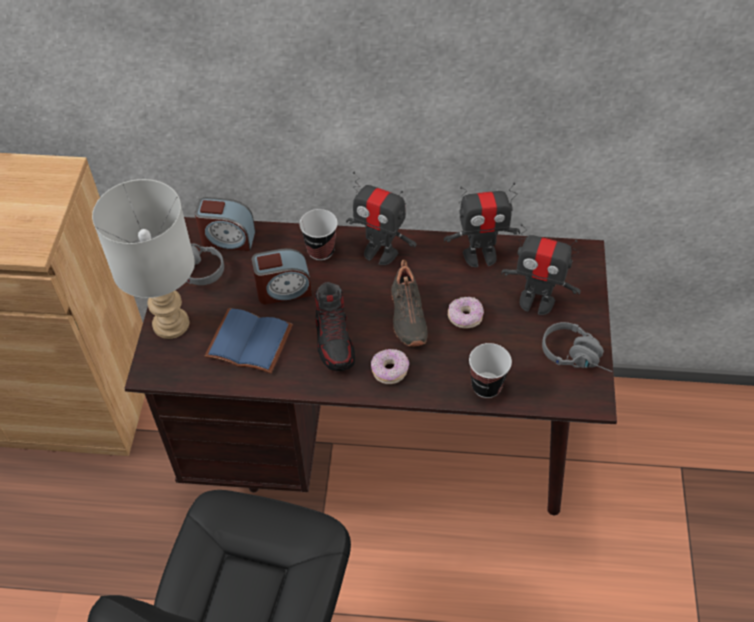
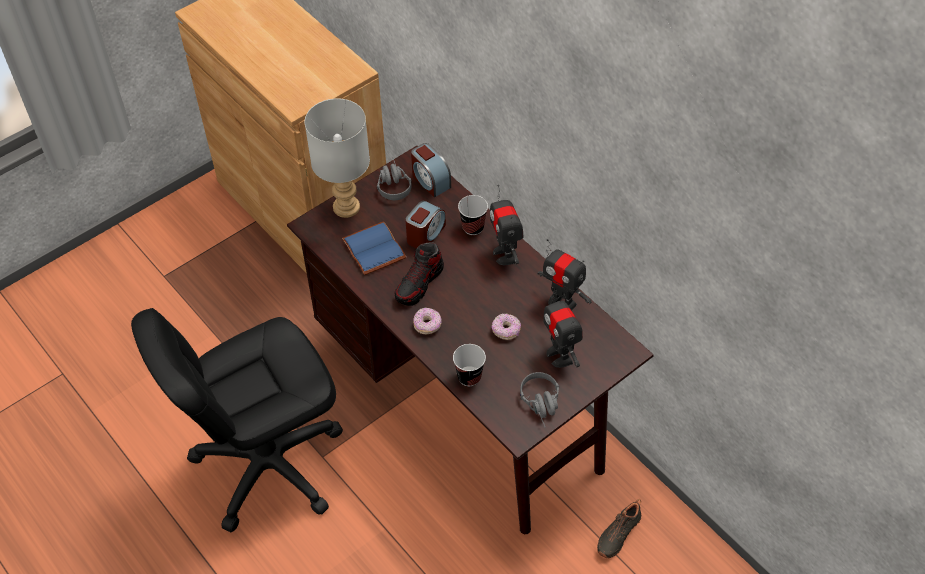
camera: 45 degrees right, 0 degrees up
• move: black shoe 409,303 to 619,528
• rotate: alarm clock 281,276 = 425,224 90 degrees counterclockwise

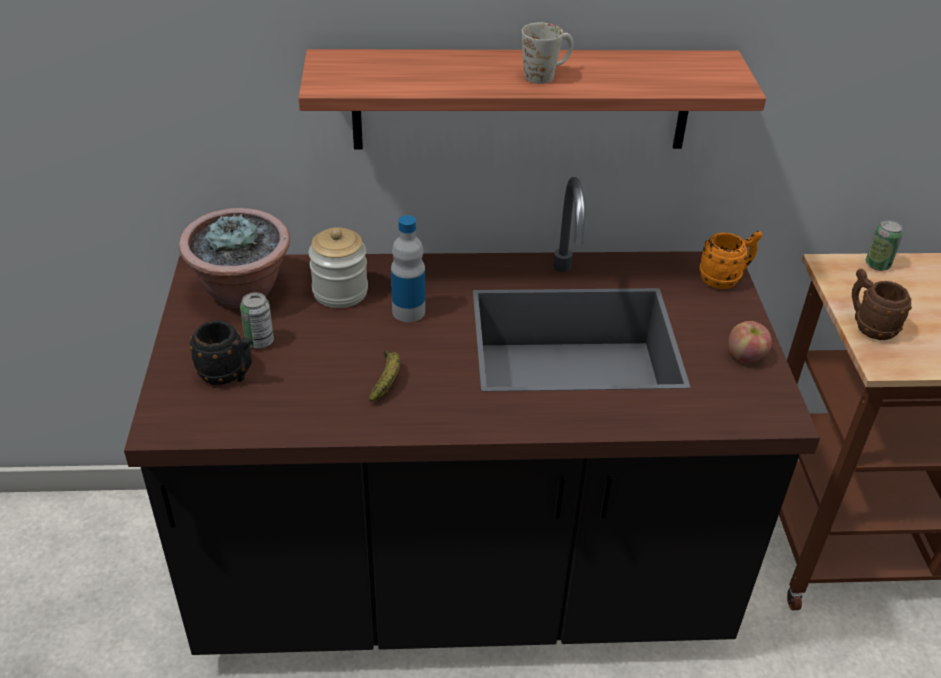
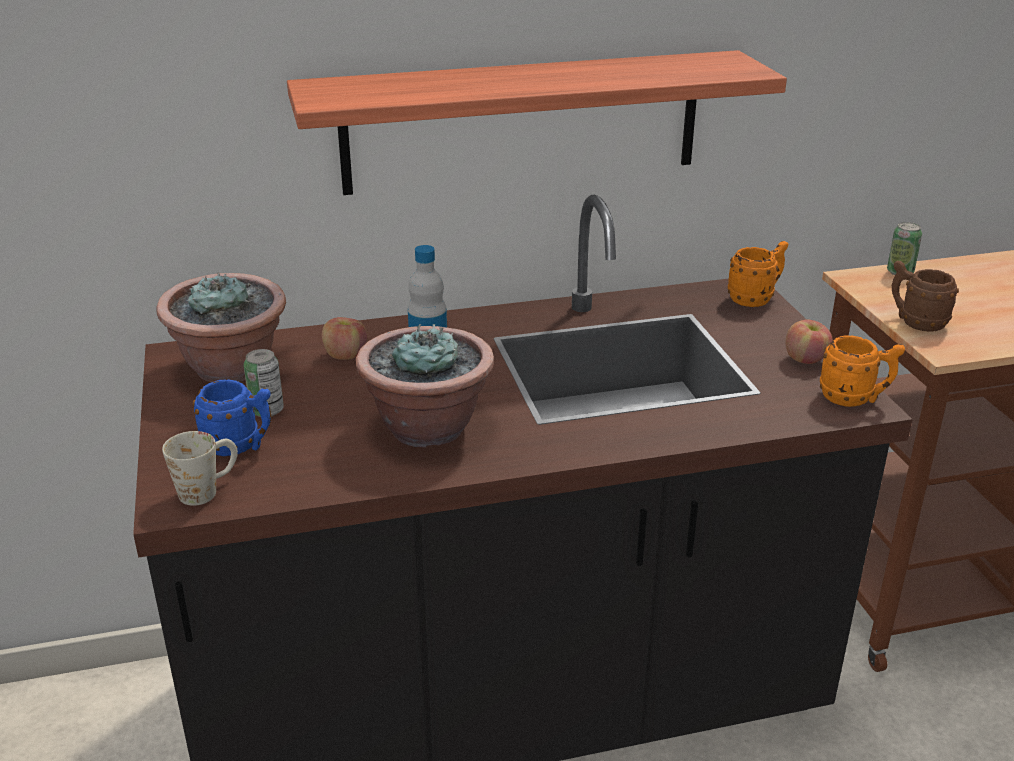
camera: 10 degrees left, 10 degrees down
• insert: orange mug 862,371
• move: white mug 548,53 to 200,468
• replace: jar 338,267 to apple 344,338
• replace: banana 384,376 to potted plant 425,386
• recolor: black mug 221,352 to blue mug 232,417

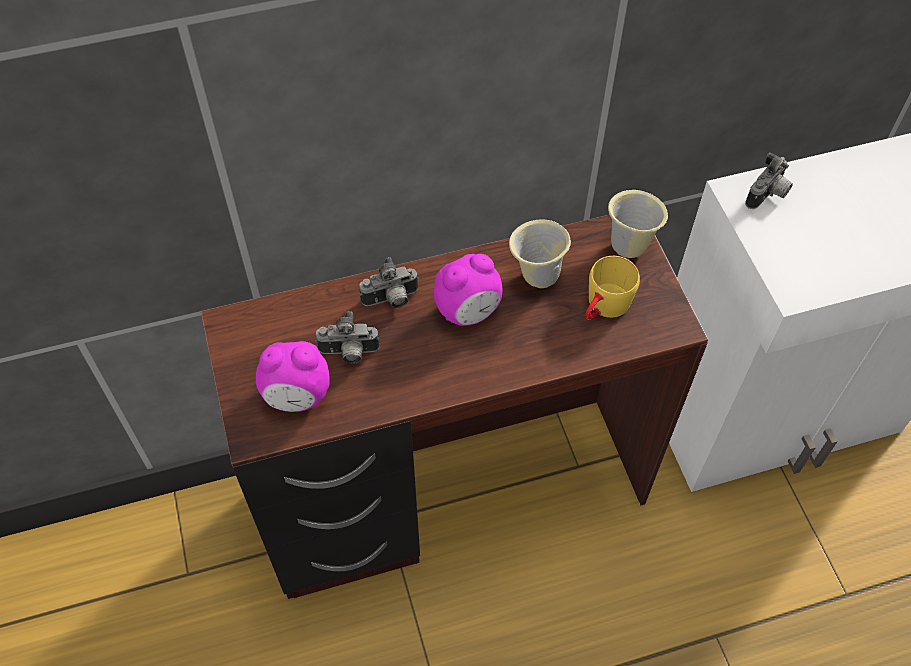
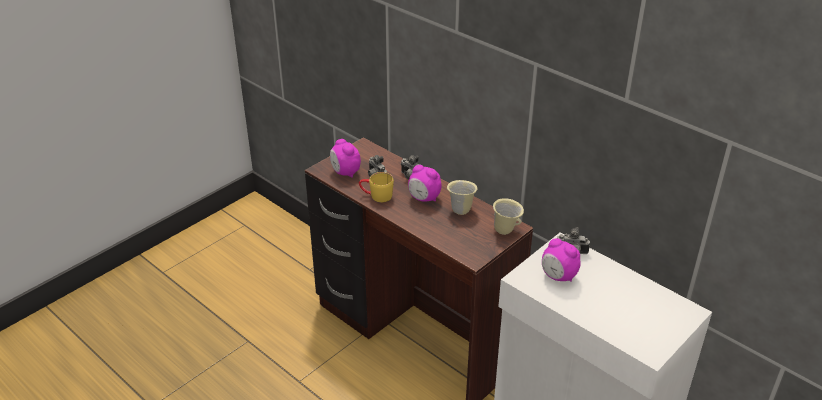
camera: 60 degrees right, 20 degrees down
• insert: alarm clock 561,260
• move: yellow mug 612,288 to 376,187

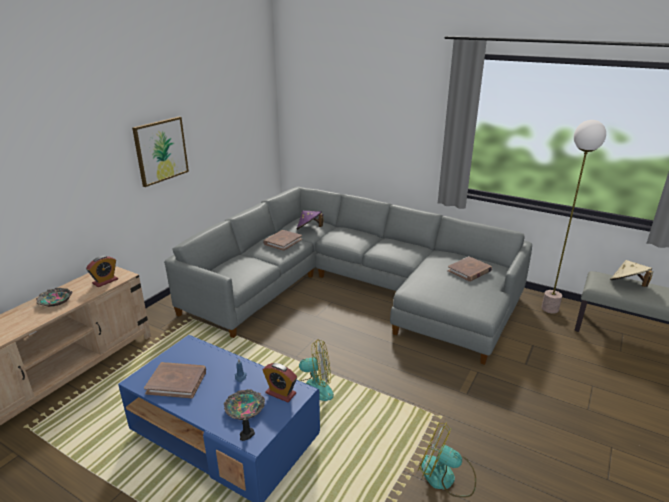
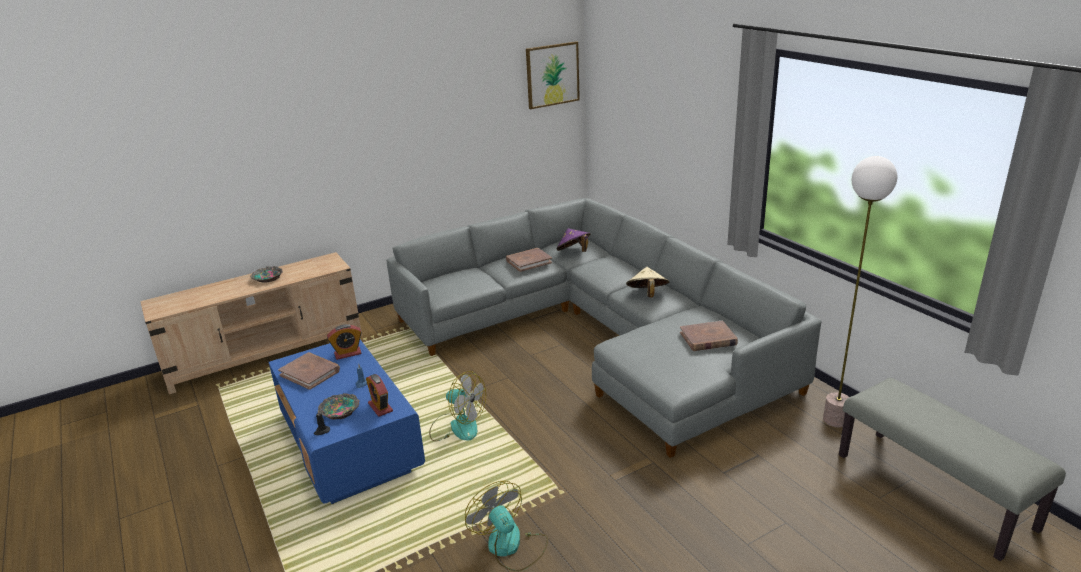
camera: 30 degrees right, 0 degrees up
• move: alarm clock 102,271 to 344,342
• move: picture 160,152 to 553,75
• move: beige hat 631,273 to 647,282

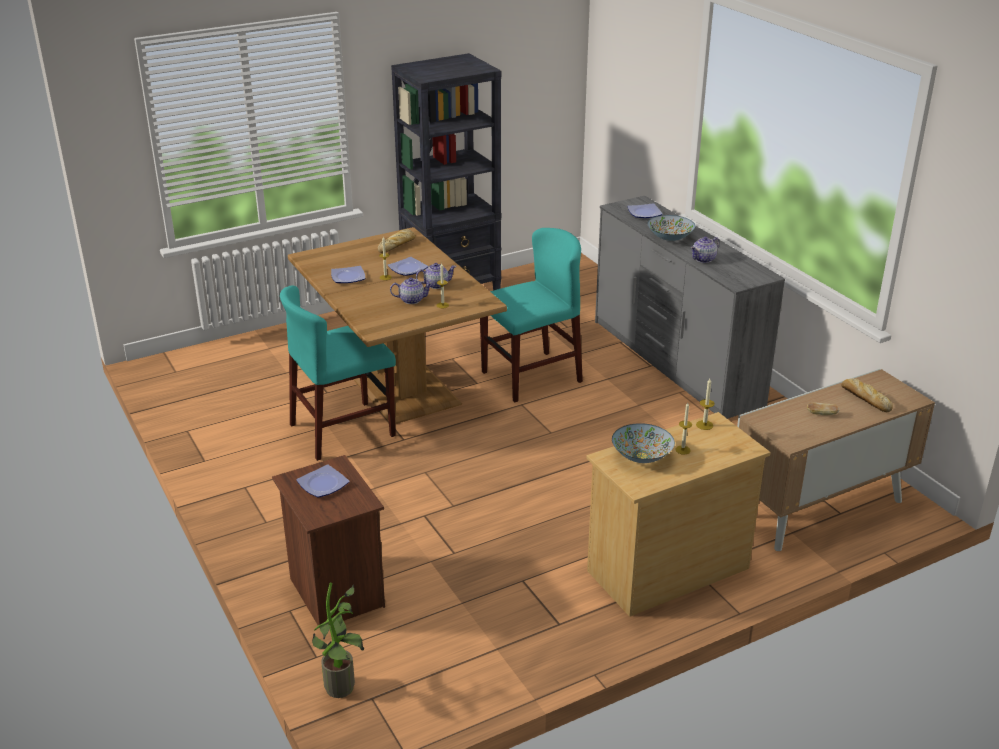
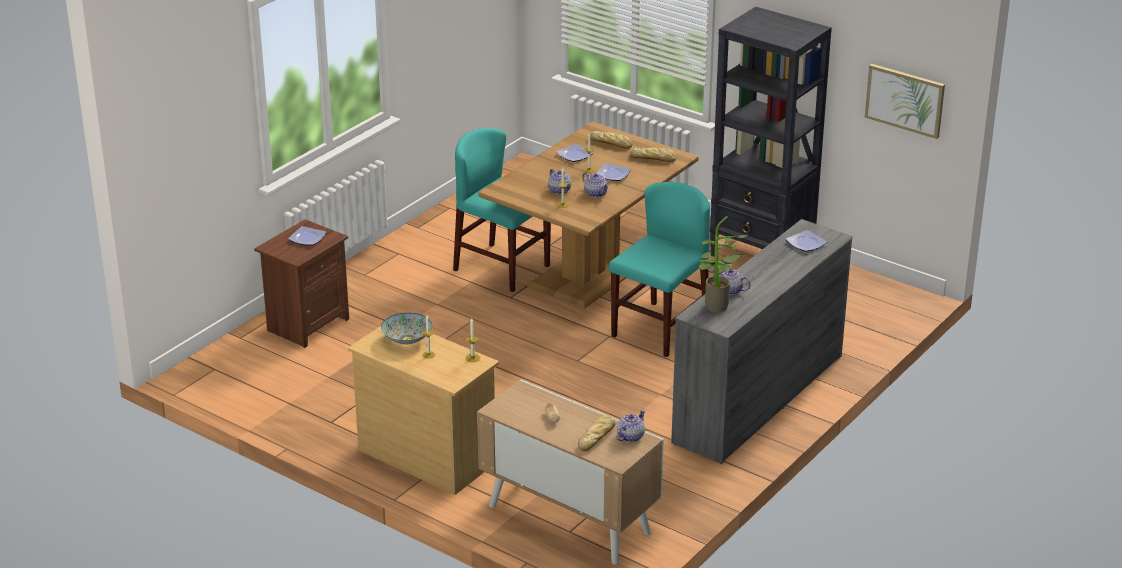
camera: 65 degrees right, 0 degrees up
• delete: bowl 671,228
• insert: bread 611,139
• insert: teapot 630,426
• insert: picture 905,101
• move: potted plant 338,640 to 724,264
• rotate: turquoise chair 531,315 = 659,269 90 degrees counterclockwise

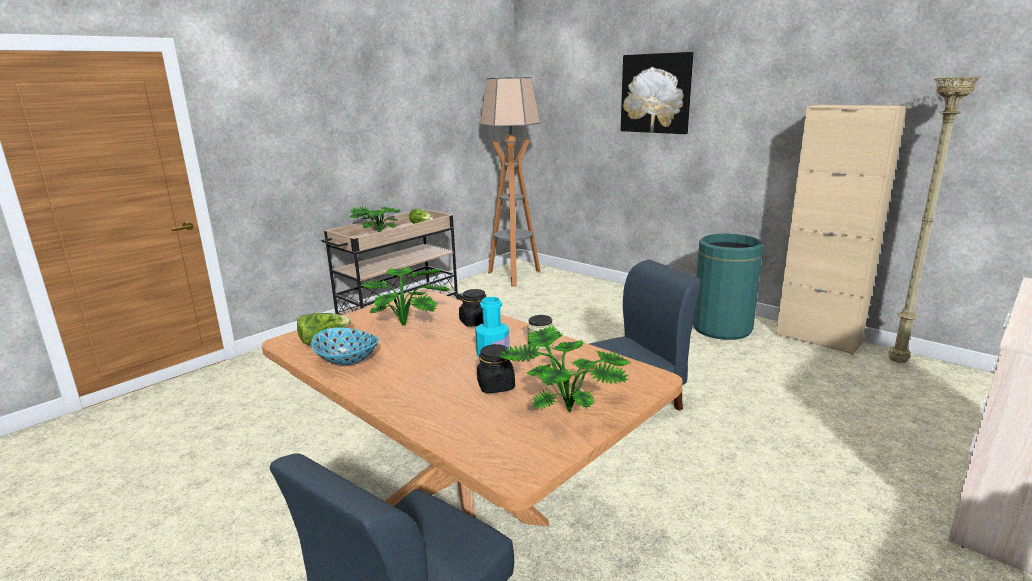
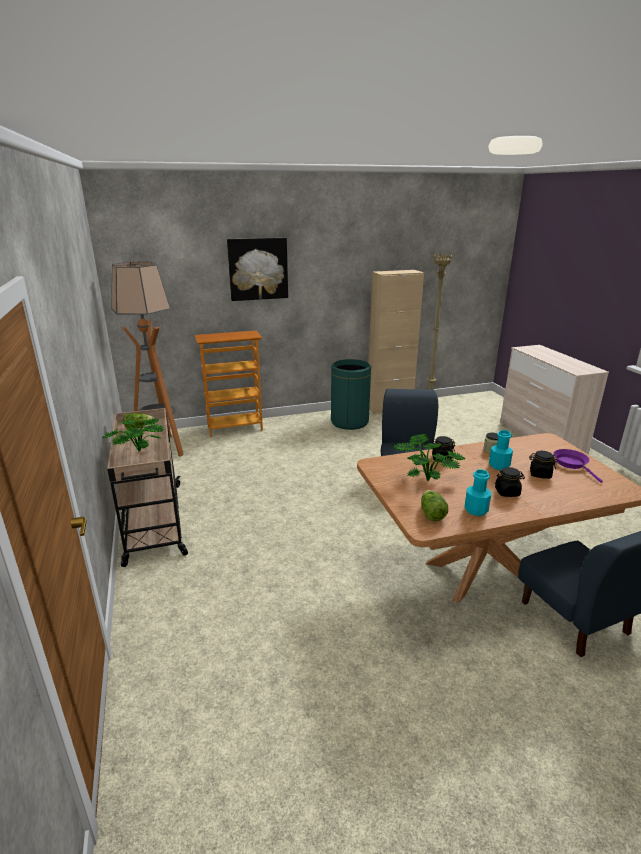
camera: 60 degrees left, 5 degrees up
• insert: bookcase 229,383
• insert: black jar 510,482
• replace: bowl 345,346 to turquoise bottle 478,492
• replace: potted plant 565,369 to purple frying pan 578,466

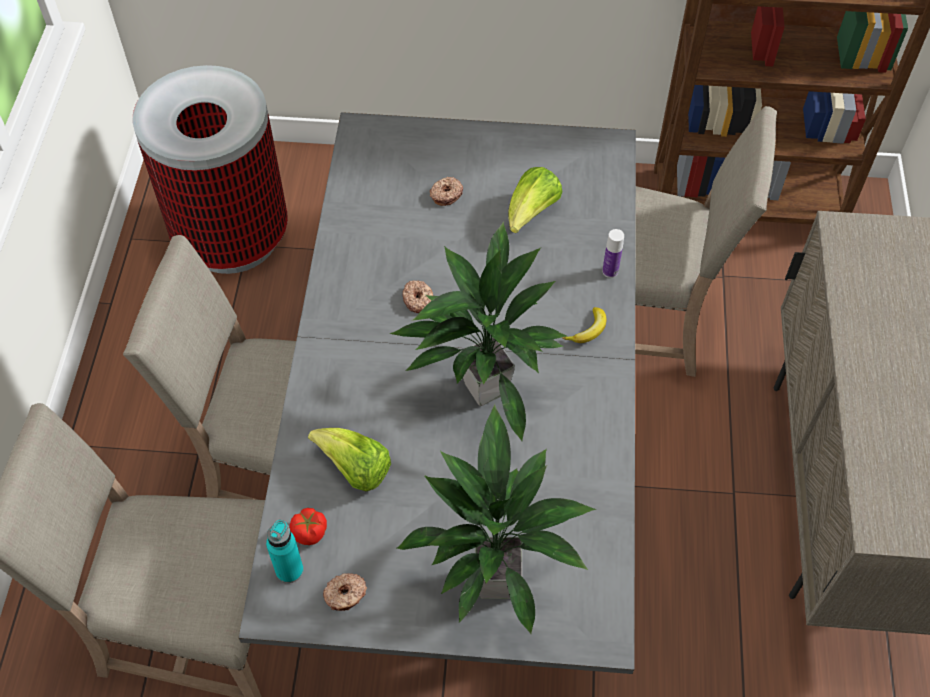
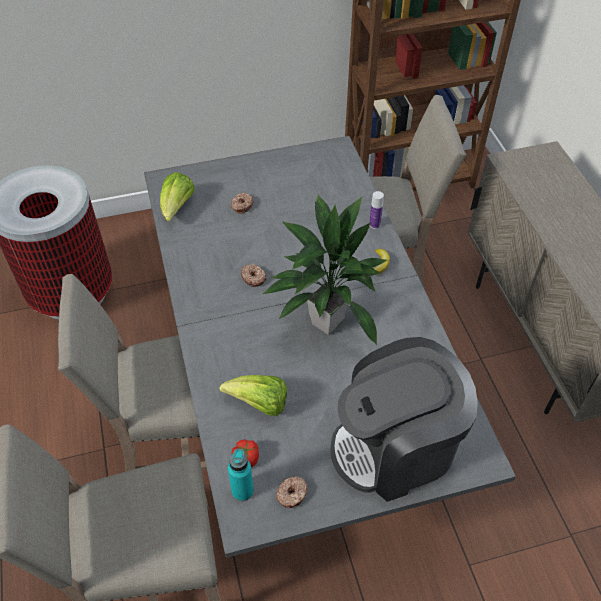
camera: 20 degrees left, 5 degrees down
• move: lettuce 535,200 to 177,196
• replace: potted plant 497,519 to coffee machine 404,419

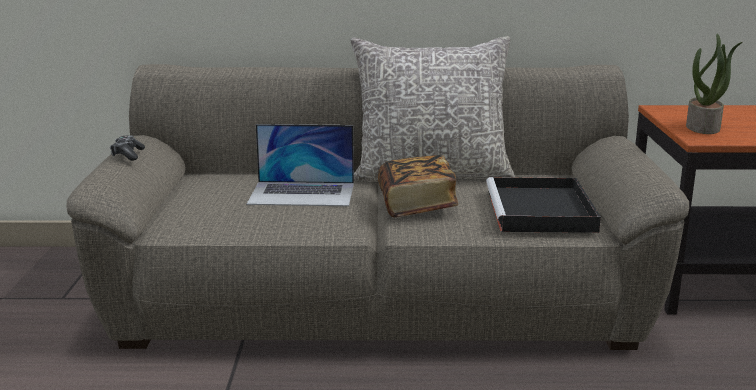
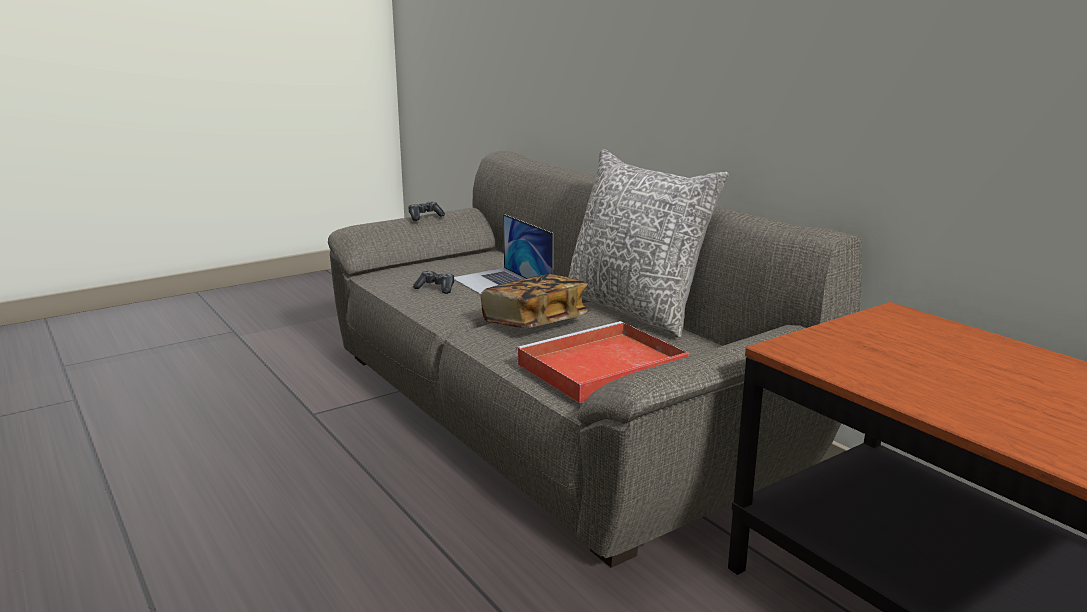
camera: 55 degrees right, 0 degrees up
• delete: potted plant 714,83
• insert: game controller 433,282
• recolor: black tray 543,205 to red tray 602,362

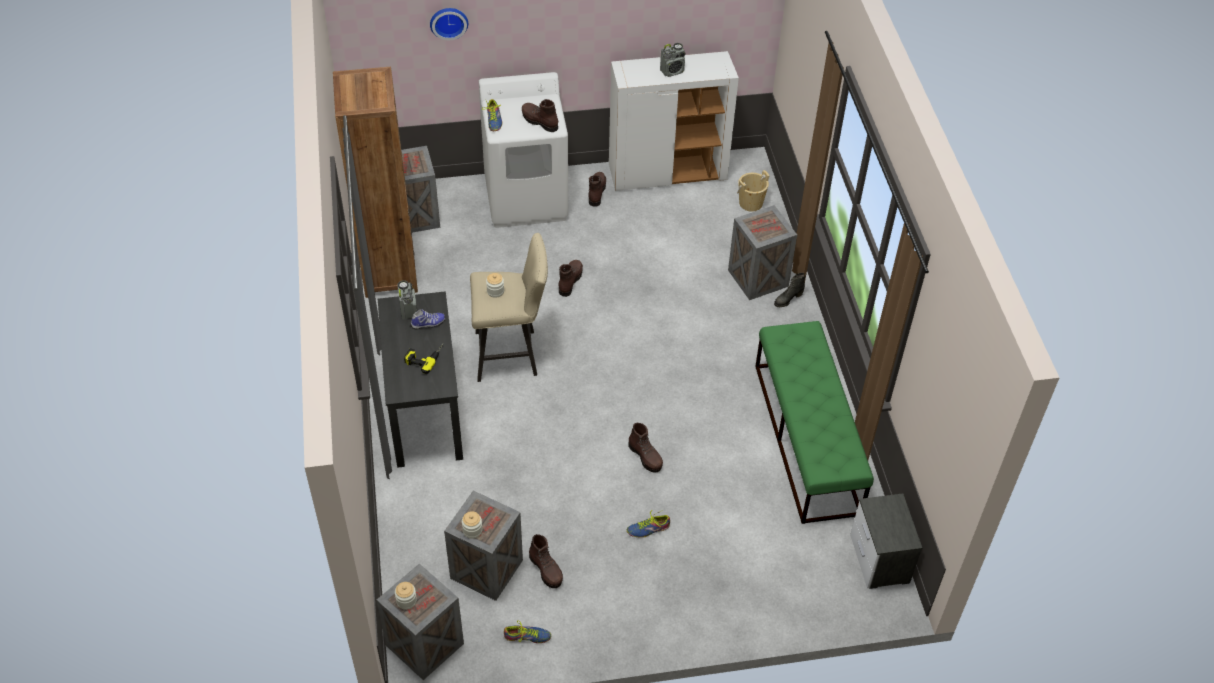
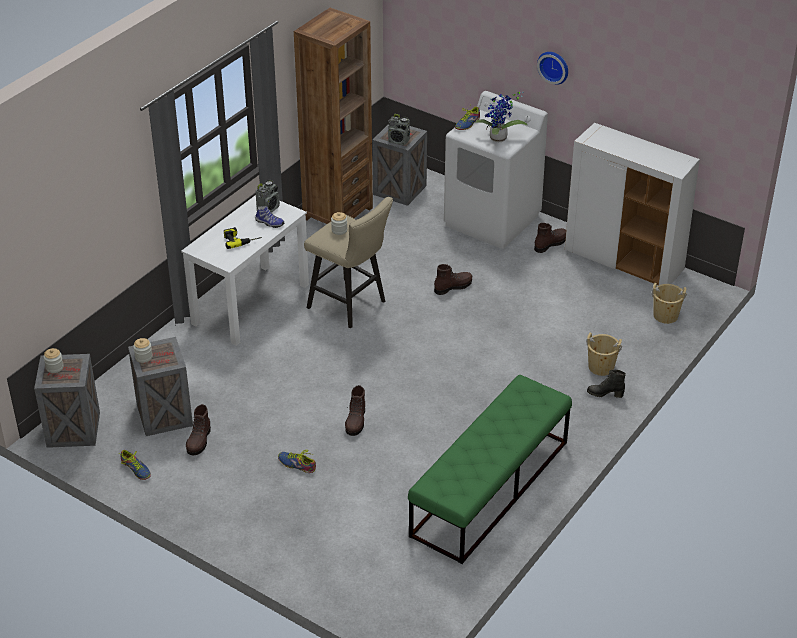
camera: 45 degrees right, 10 degrees down
• delete: nightstand 886,541
• move: wall clock 449,24 to 552,68
• move: radio 672,60 to 399,129
• replace: brown boot 540,115 to potted plant 501,117
• replace: crate 762,252 to beige bucket 604,354
• recolor: black desk 420,379 to white desk 245,270

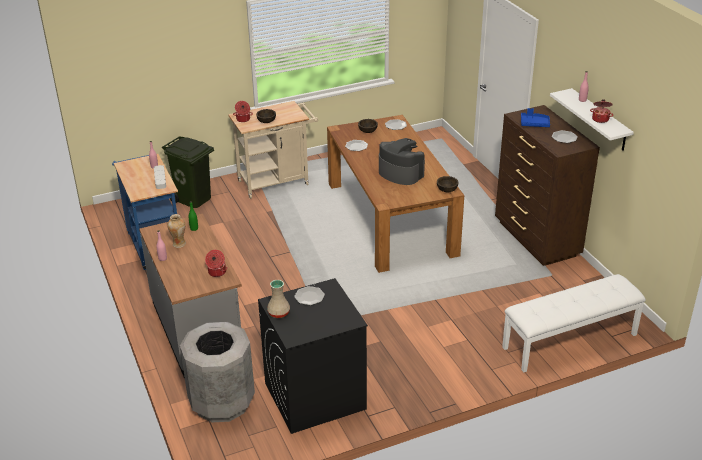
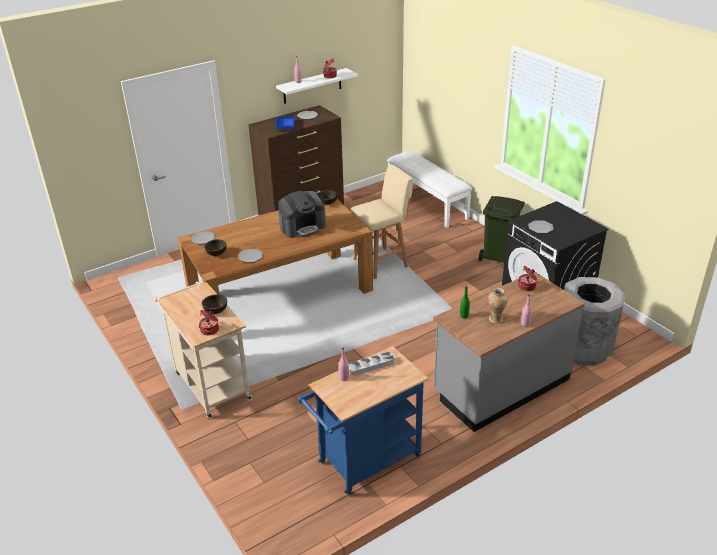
camera: 100 degrees left, 0 degrees up
• delete: beige vase 278,299
• insert: beige stool 382,221
• move: green trash can 188,172 to 502,229
• rotate: coffee machine 402,161 = 302,214 150 degrees counterclockwise

